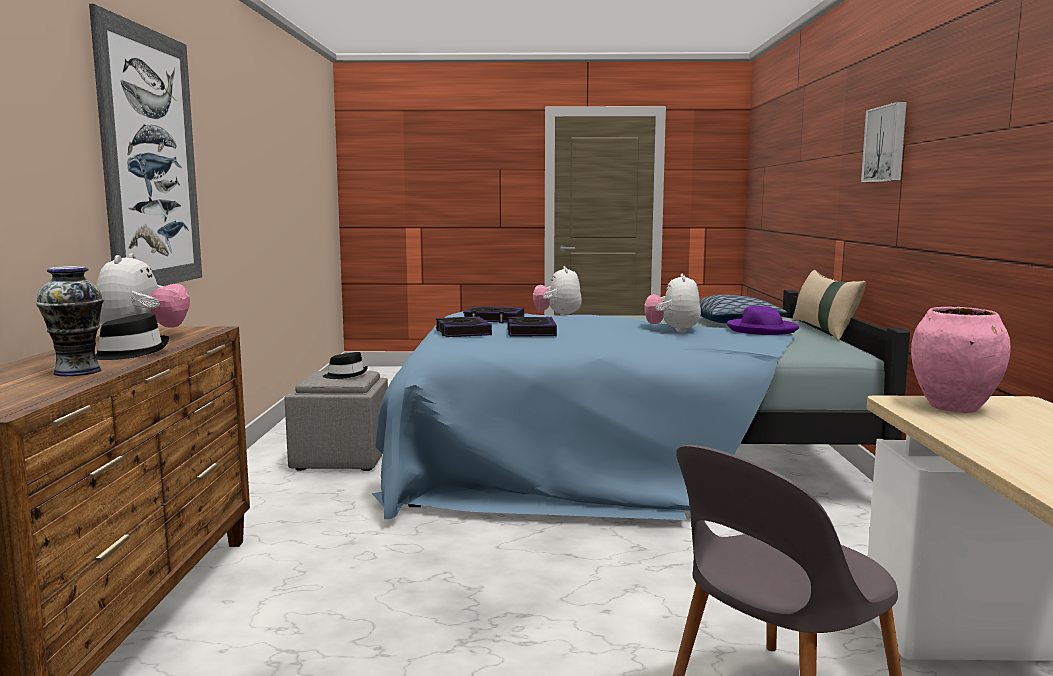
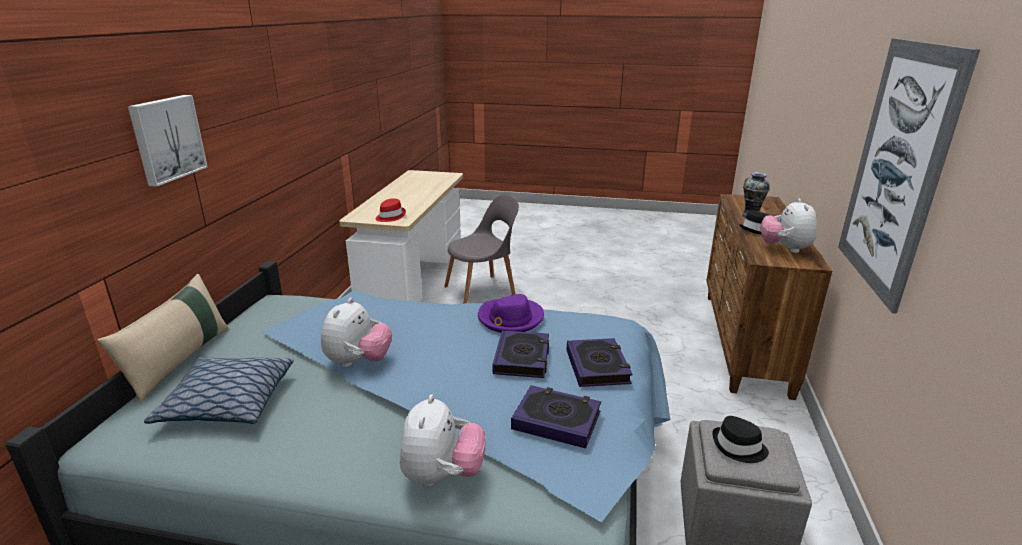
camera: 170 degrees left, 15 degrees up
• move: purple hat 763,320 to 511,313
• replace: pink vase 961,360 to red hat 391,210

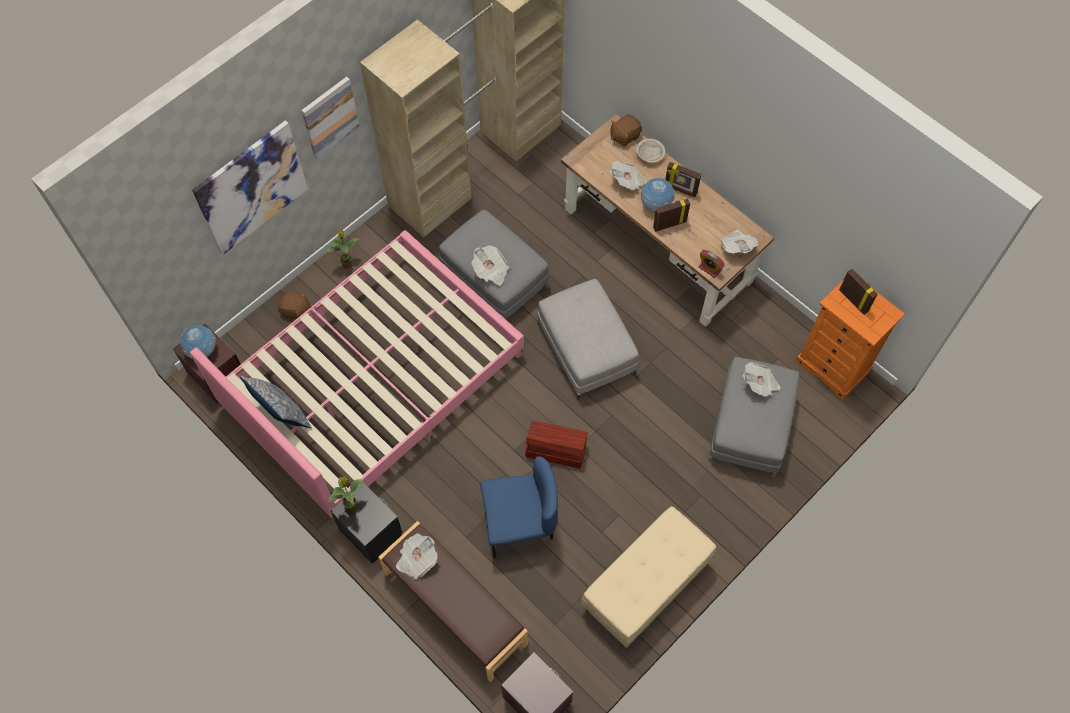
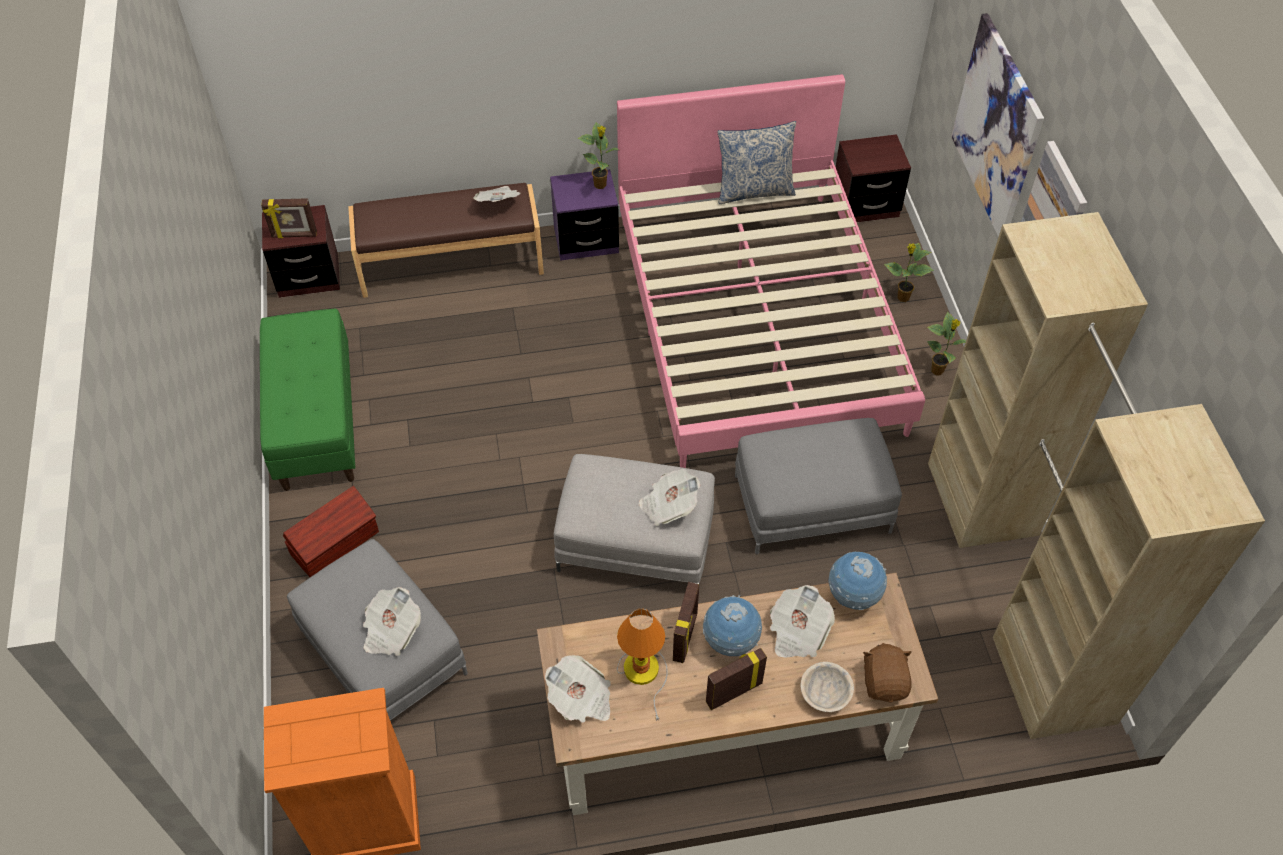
camera: 125 degrees right, 10 degrees down
• delete: blue chair 519,507
• delete: alarm clock 712,264
• insert: table lamp 642,665
• move: globe 198,342 to 857,581
• move: newspaper 490,265 to 670,497
• move: brown storage box 556,444 to 331,531
• move: picture frame 858,292 to 289,218
• replace: brown plush toy 294,305 to potted plant 909,272
• recolor: black nightstand 366,523 to purple nightstand 584,215
• recolor: beige bench 649,577 to green bench 307,400

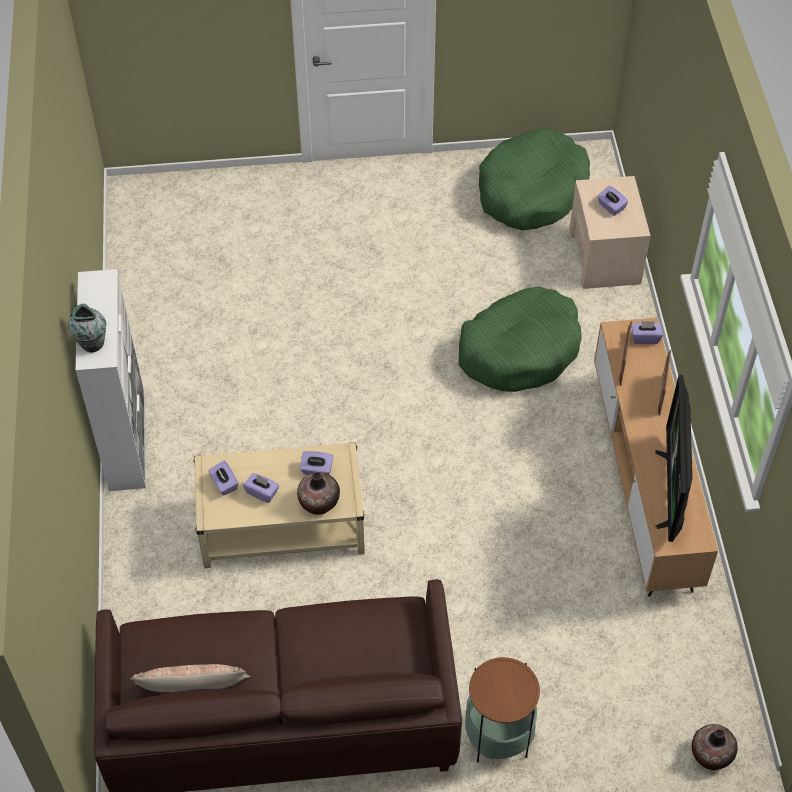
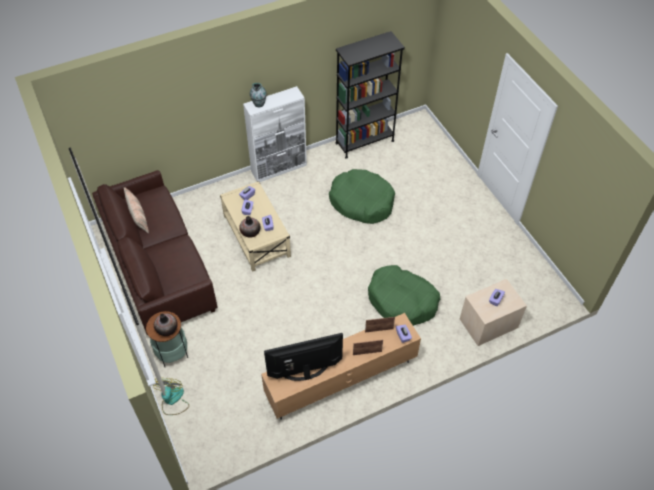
camera: 70 degrees right, 0 degrees up
• insert: fan 171,396
• insert: black bookcase 370,95
• move: green dog bed 534,179 to 362,196
• move: vase 715,747 to 166,324

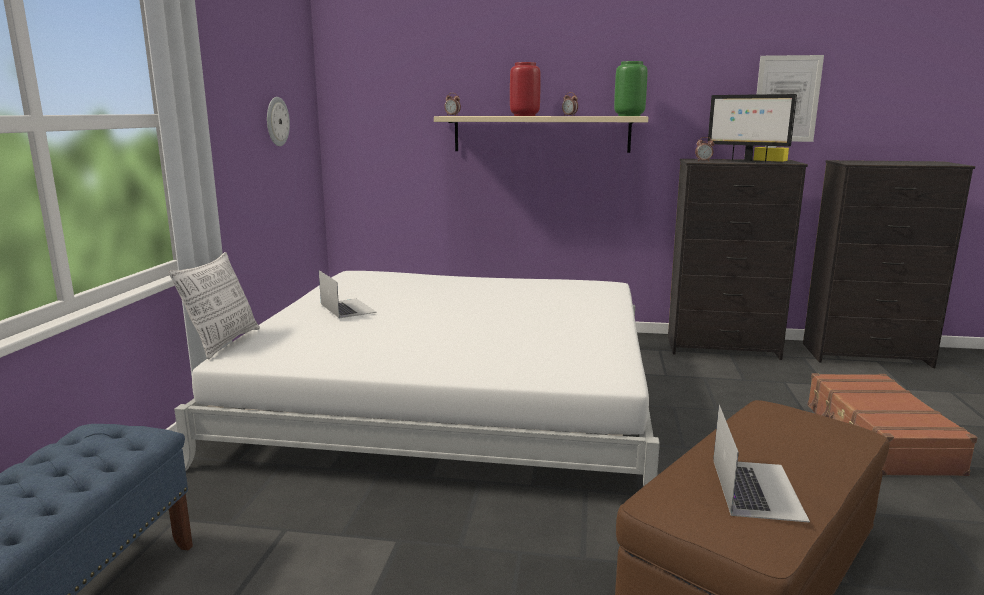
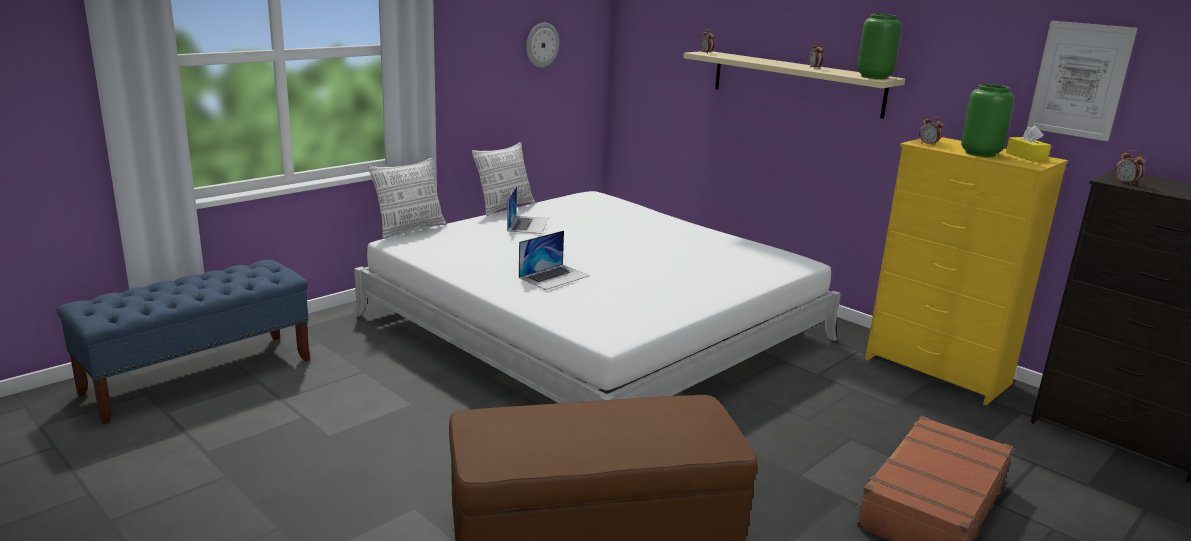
camera: 35 degrees right, 5 degrees up
• delete: red vase 525,89
• insert: pillow 503,179
• insert: alarm clock 1130,167
• move: laptop 761,464 to 554,260
• replace: monitor 752,128 to green vase 987,120
• recolor: black dresser 738,259 to yellow dresser 966,271

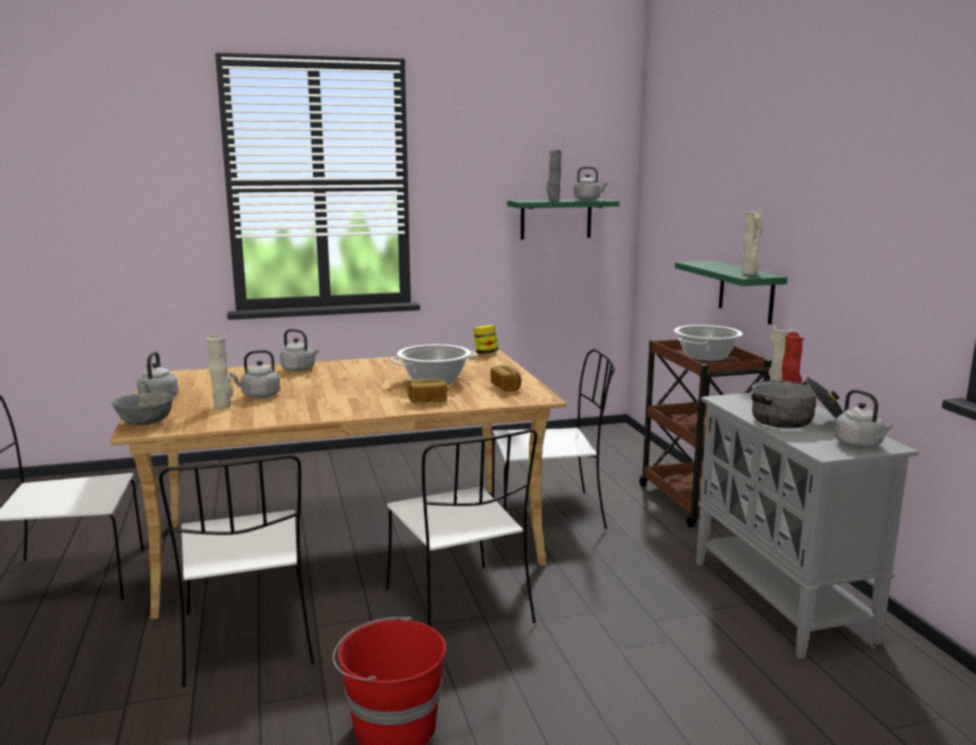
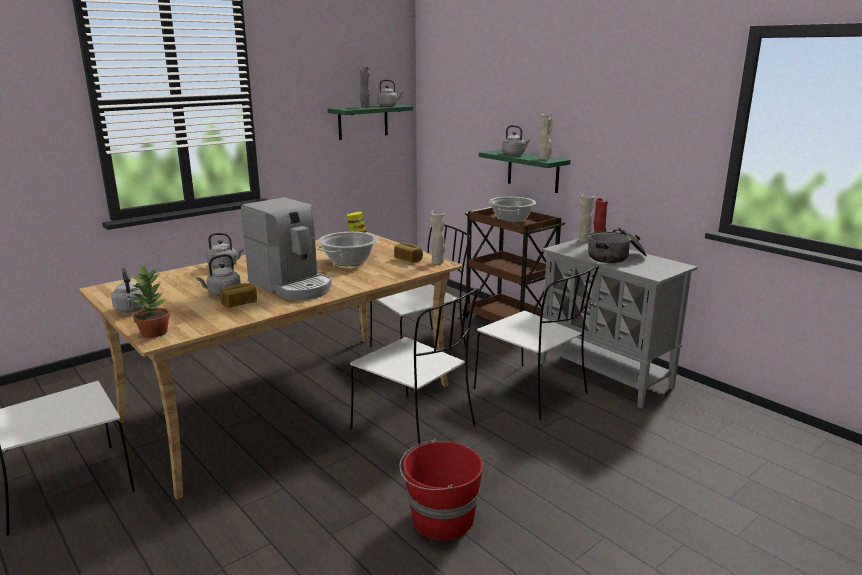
camera: 25 degrees left, 5 degrees up
• insert: coffee machine 286,248
• move: white chair 236,571 to 536,343
• move: beige vase 220,371 to 437,237
• move: bread 427,391 to 238,295
• move: grey kettle 863,418 to 516,140
• replace: grey bowl 143,408 to potted plant 151,301

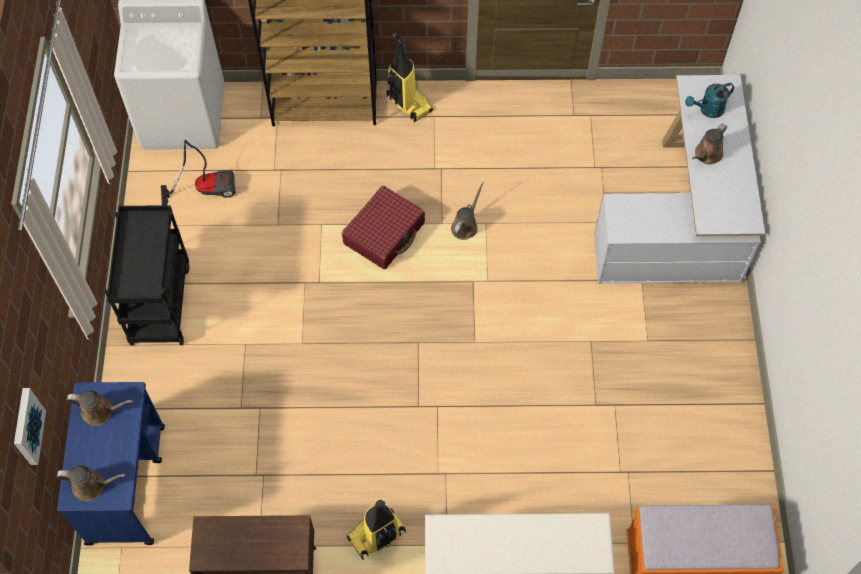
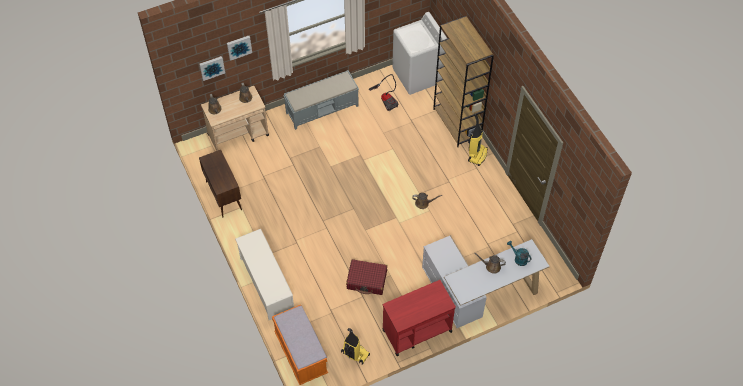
camera: 65 degrees right, 5 degrees down
• insert: picture 239,48
• insert: red cart 419,318
• move: red suitcase 383,227 to 366,277
• move: vacuum cleaner 376,529 to 355,346
• replace: black cart 147,275 to grey bench 321,100
• recolor: blue cart 111,464 to beige cart 235,118

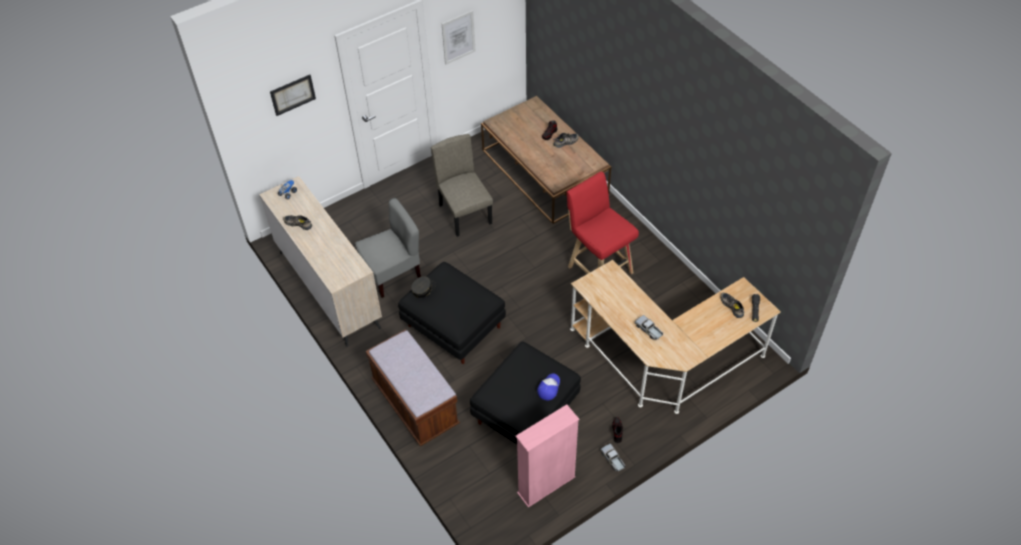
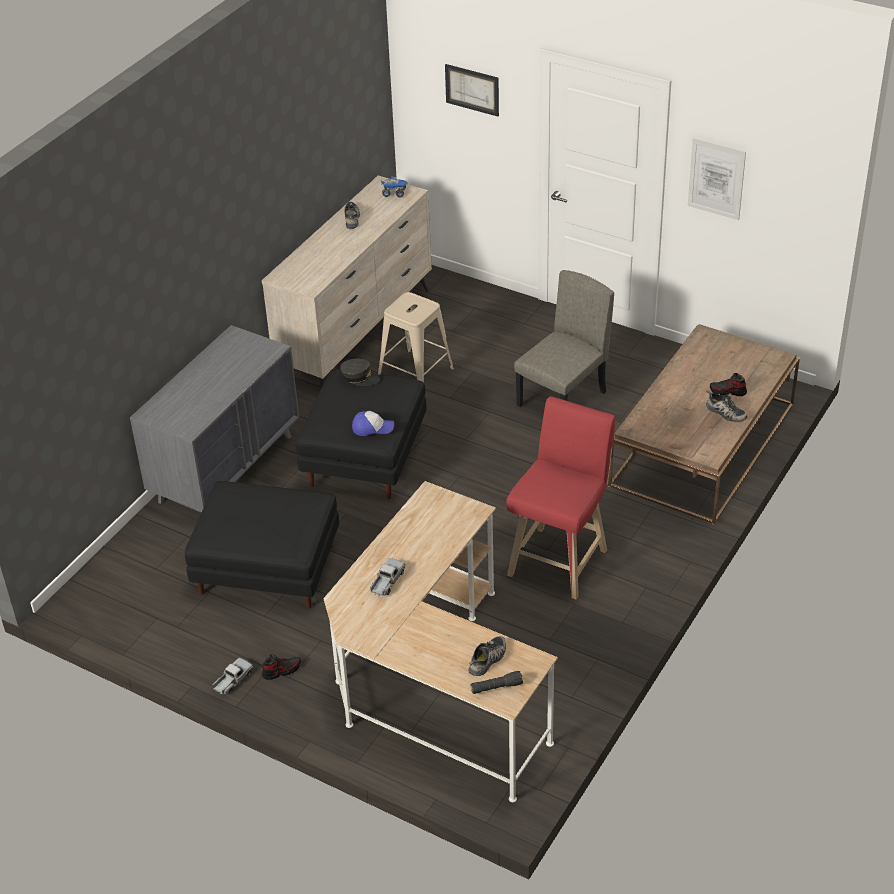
camera: 65 degrees right, 10 degrees down
• delete: pink bookcase 547,456
• move: cap 548,387 to 373,423
• replace: grey chair 388,248 to beige stool 416,337
• replace: brown bench 413,387 to grey dresser 214,418

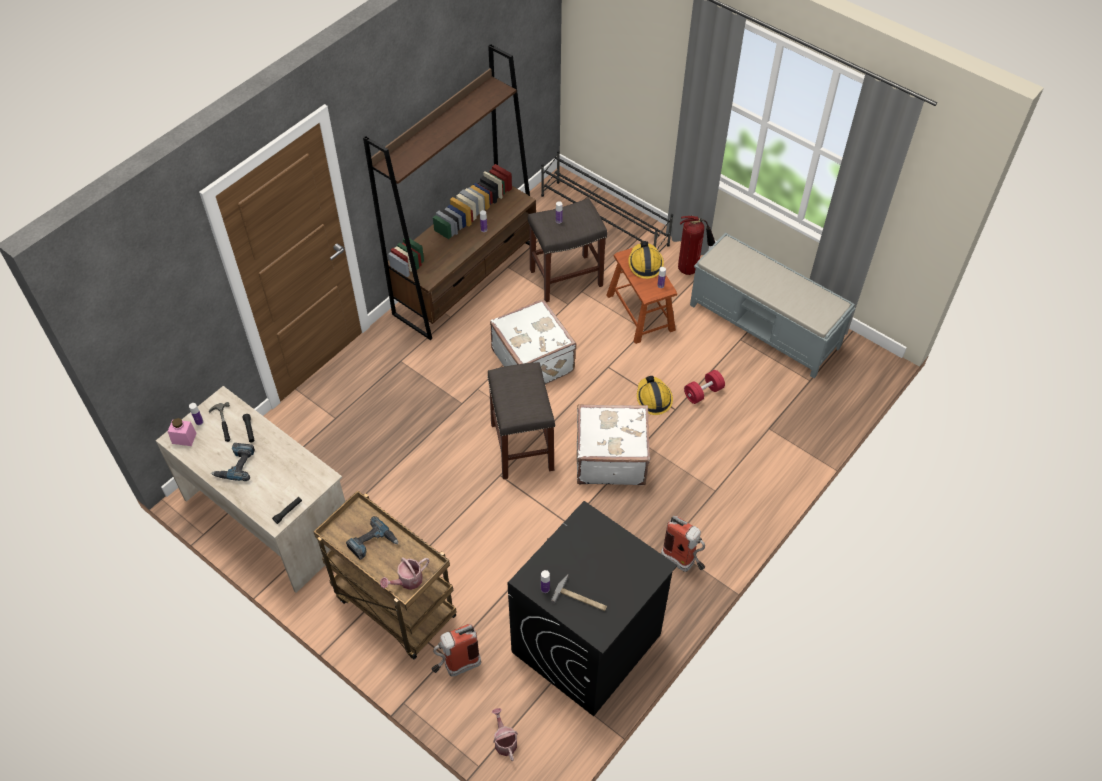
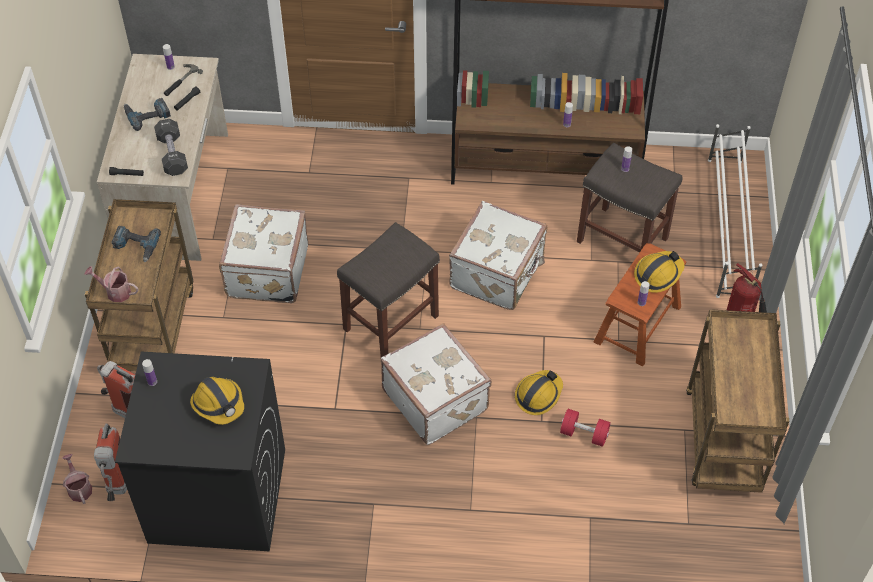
camera: 55 degrees right, 0 degrees up
• delete: pink jar 182,432
• delete: hammer 579,592
• insert: black dumbbell 171,147
• insert: hard hat 217,401
• insert: white suitcase 264,253
• move: fire extinguisher 683,544 to 110,462
• replace: grey bench 772,305 to brown cart 737,401
• recolor: black shoe rack 607,201 to white shoe rack 735,211
• rotate: watering can 505,734 = 77,479 60 degrees counterclockwise

